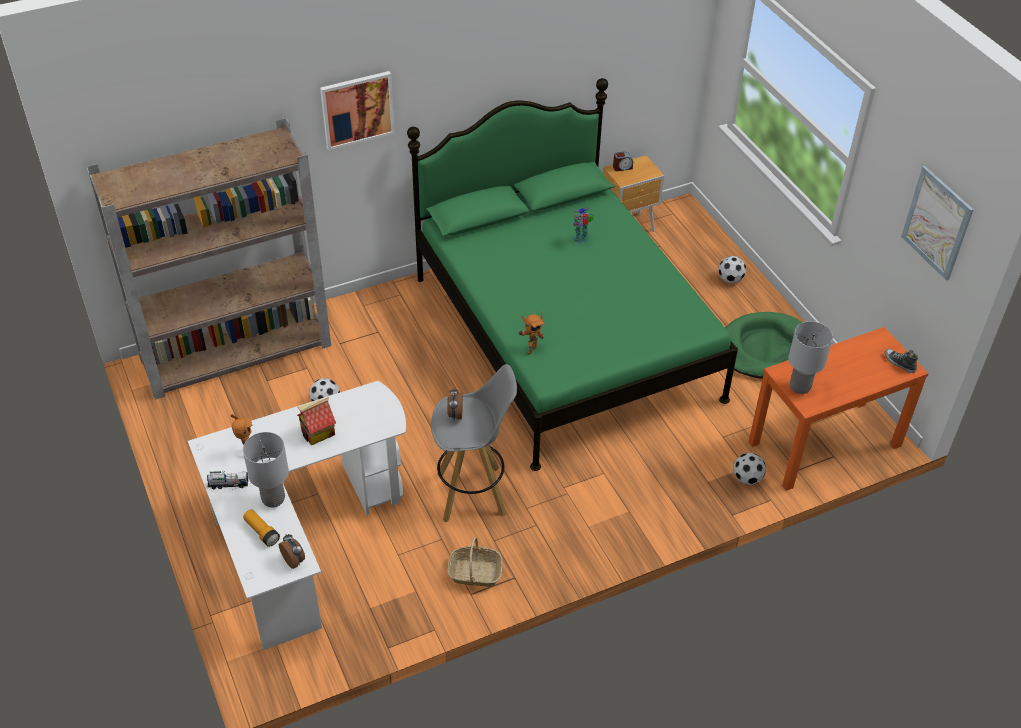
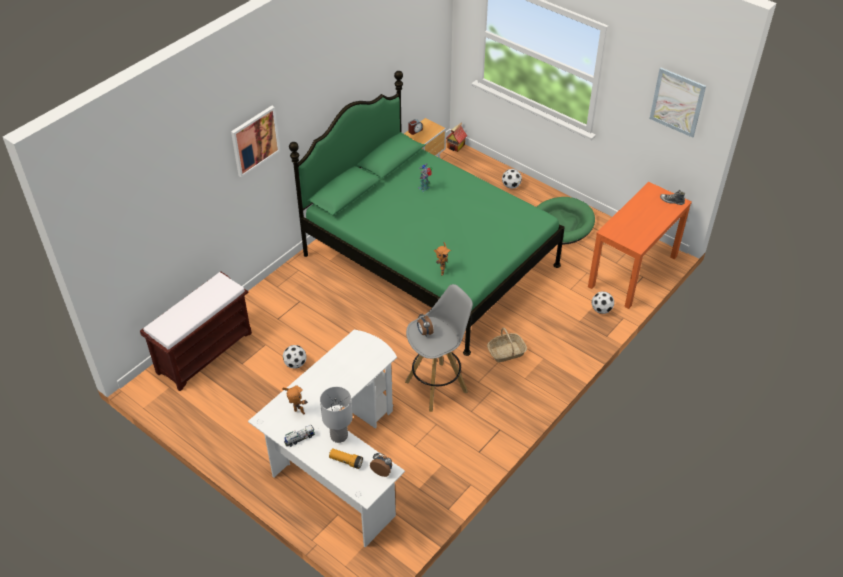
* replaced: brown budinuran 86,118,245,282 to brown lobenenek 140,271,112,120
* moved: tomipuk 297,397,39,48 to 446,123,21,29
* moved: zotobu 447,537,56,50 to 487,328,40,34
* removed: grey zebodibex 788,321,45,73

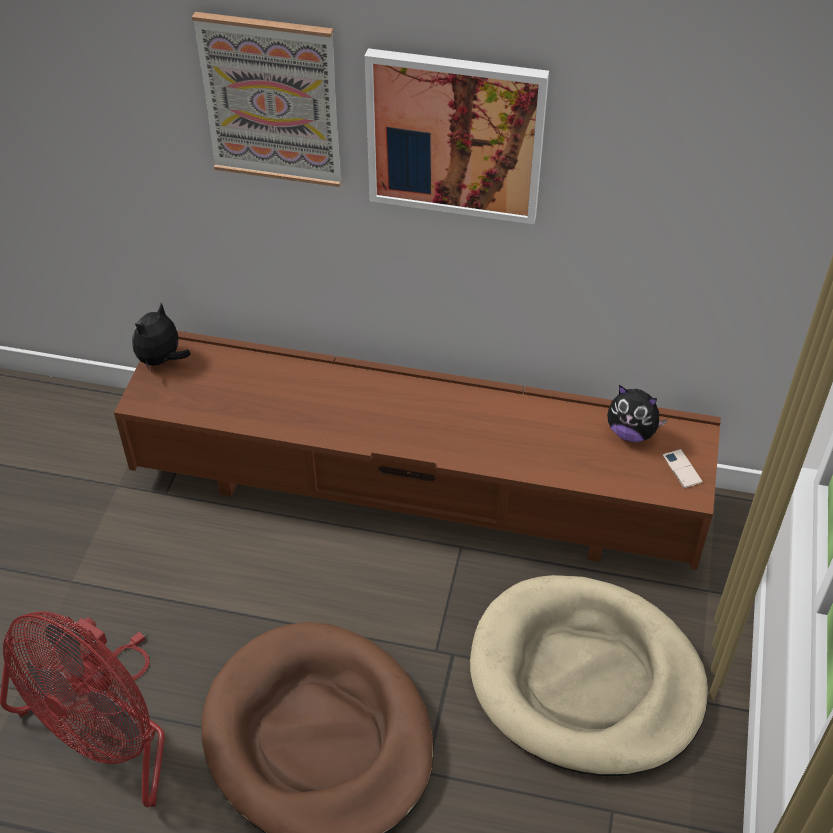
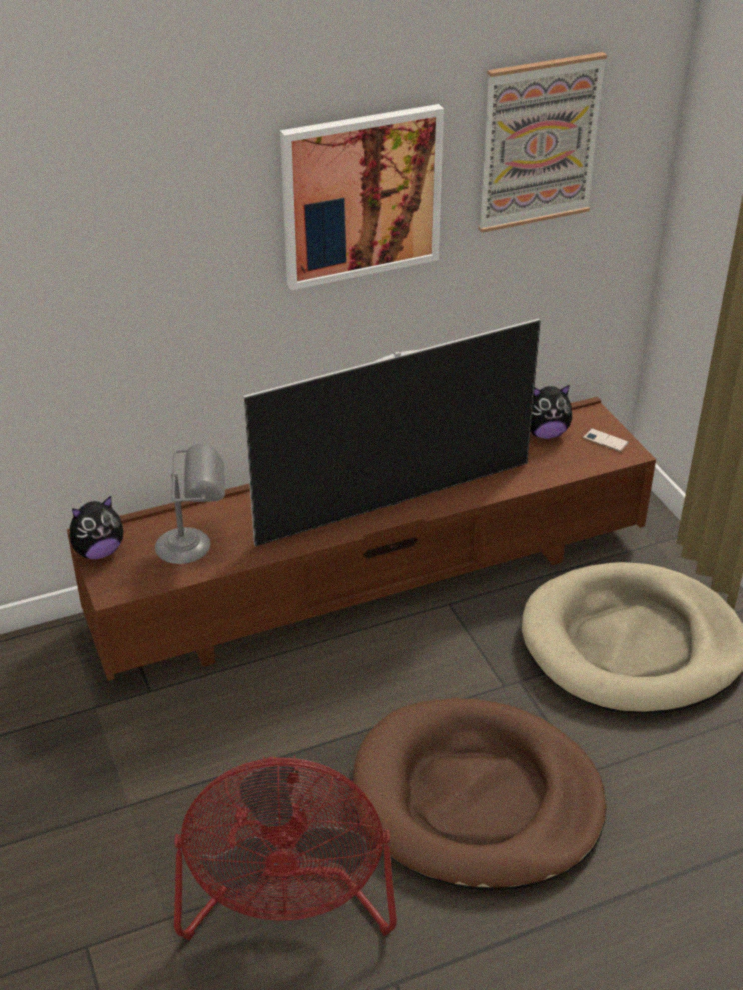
* turned: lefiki 132,303,59,67 = 70,496,53,63 120 degrees counterclockwise
* added: grey zebodibex 155,444,70,120
* added: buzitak 243,319,298,227
* moved: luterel 192,12,150,175 to 479,52,128,181

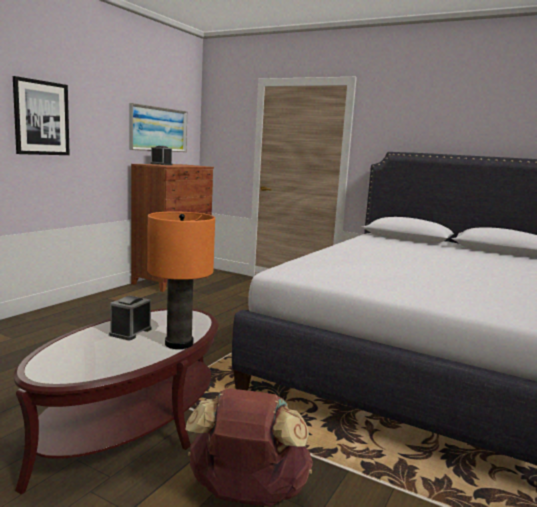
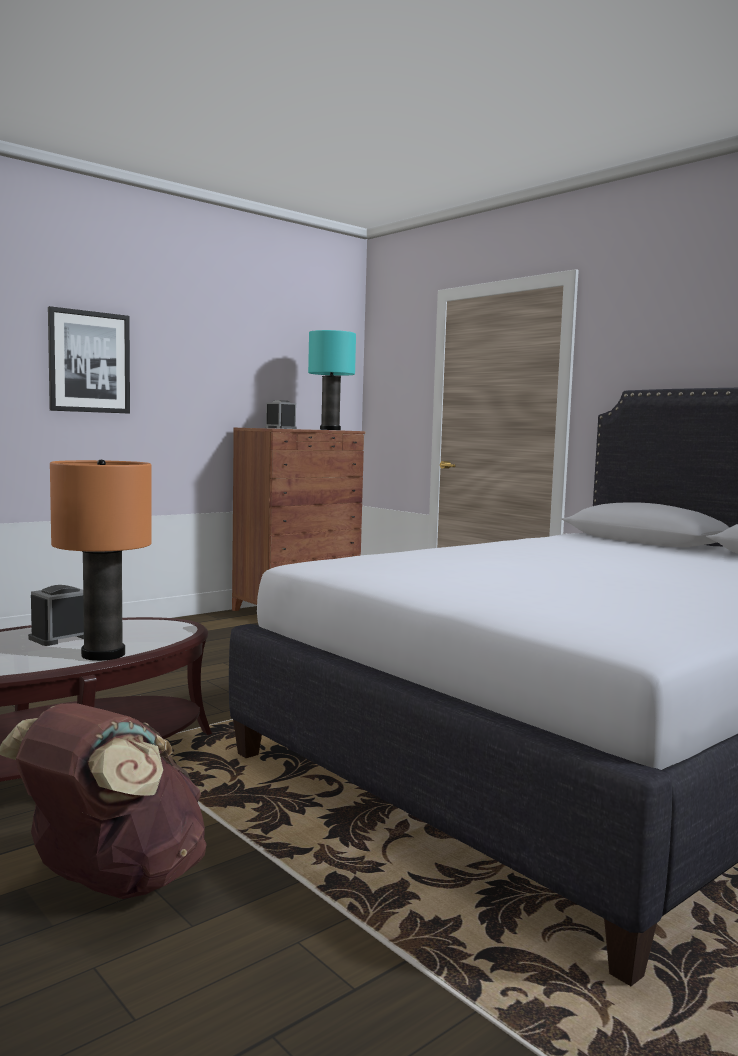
* added: turquoise zebodibex 308,330,48,100
* removed: luterel 129,103,58,49

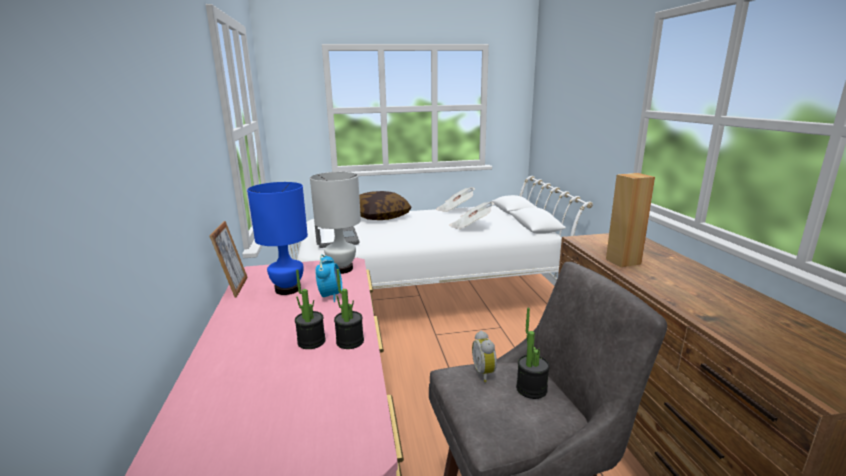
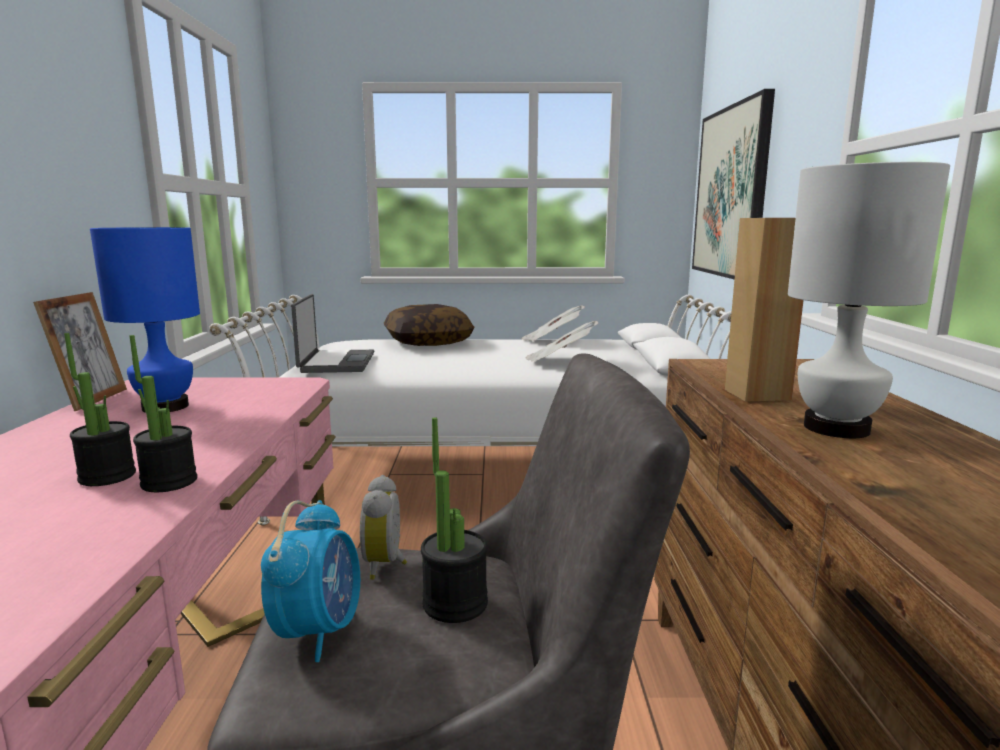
* moved: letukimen 316,254,26,48 to 261,500,99,162
* added: luterel 692,89,83,191
* moved: white zebodibex 310,172,51,102 to 788,162,162,276

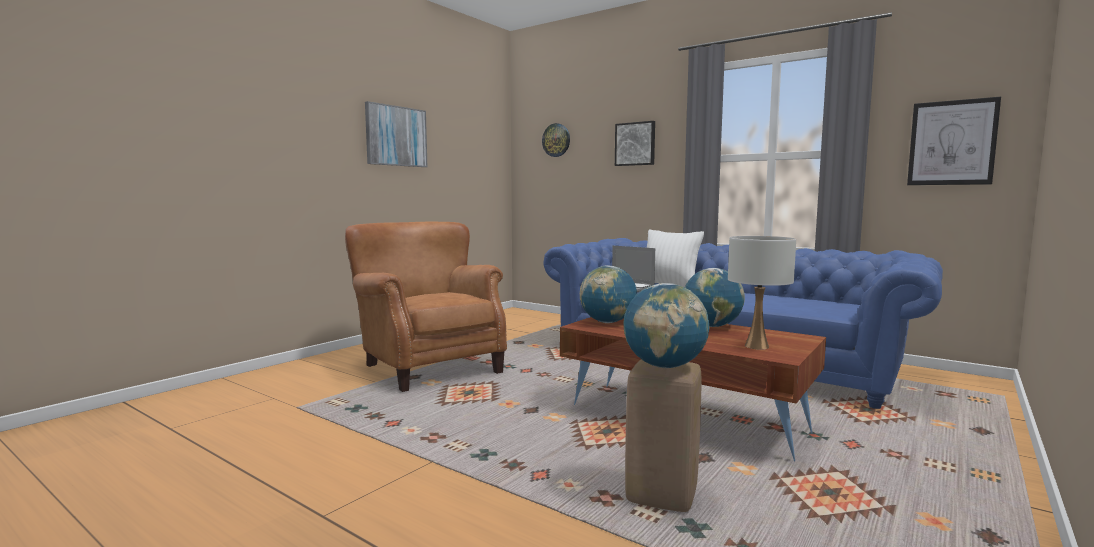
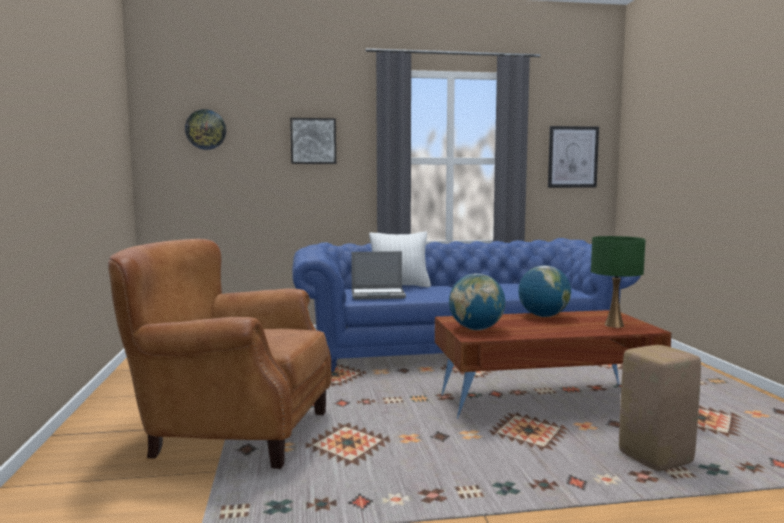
* recoloured: white zebodibex 728,236,68,114 to green zebodibex 591,236,55,92
* removed: luterel 365,101,62,66
* removed: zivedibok 623,283,86,85

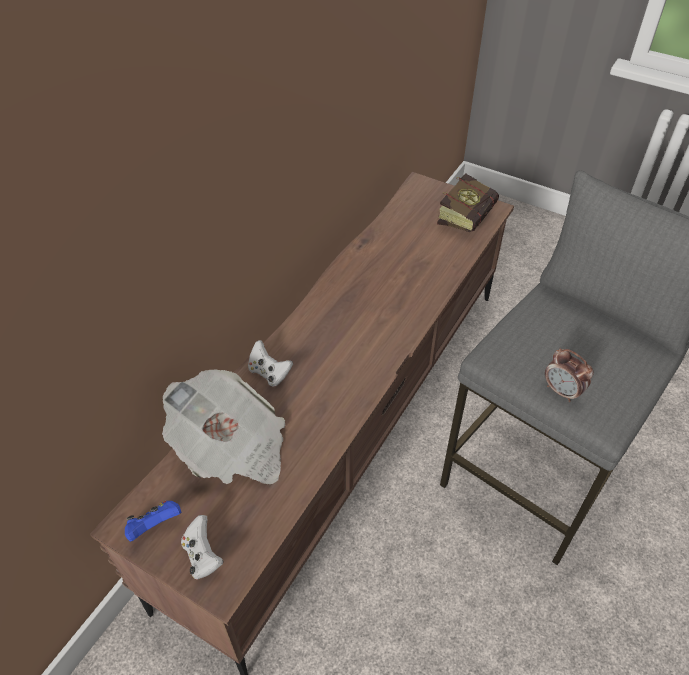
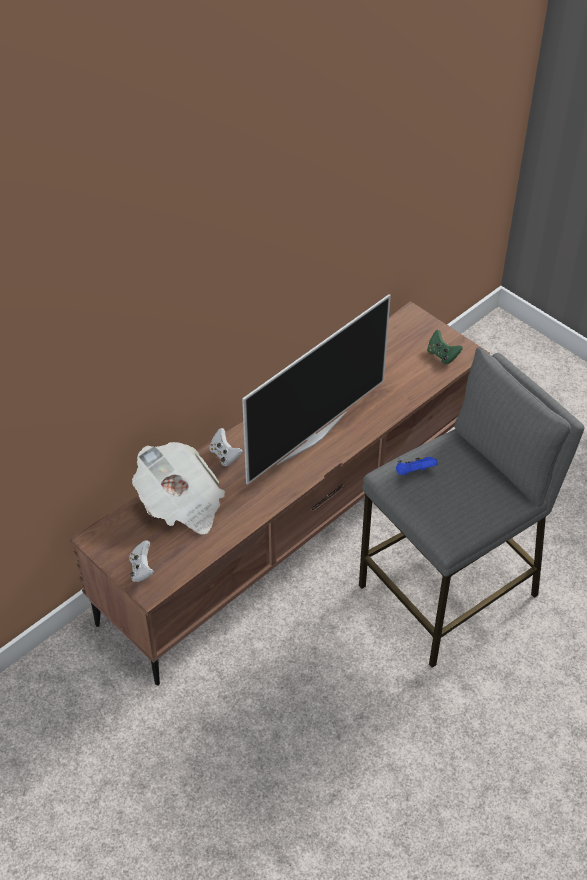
* added: buzitak 242,294,149,191
* moved: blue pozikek 125,501,56,41 to 396,457,41,18
* replaced: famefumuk 437,173,62,59 to green pozikek 427,330,36,34
* removed: letukimen 545,348,49,54

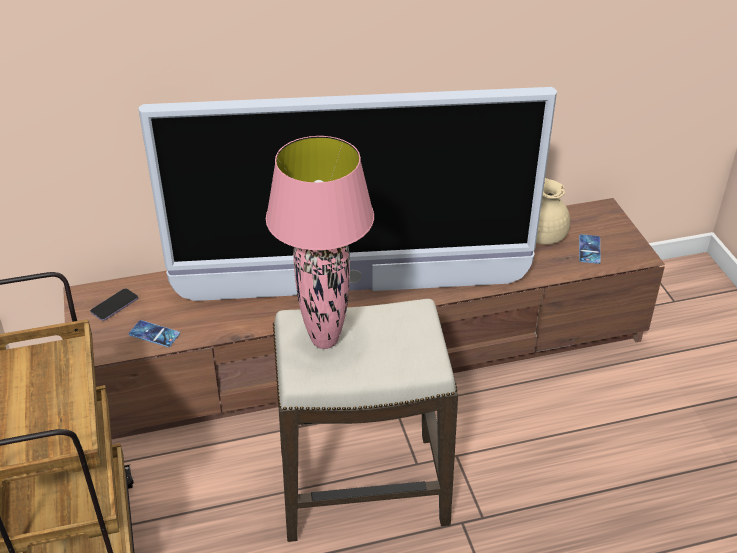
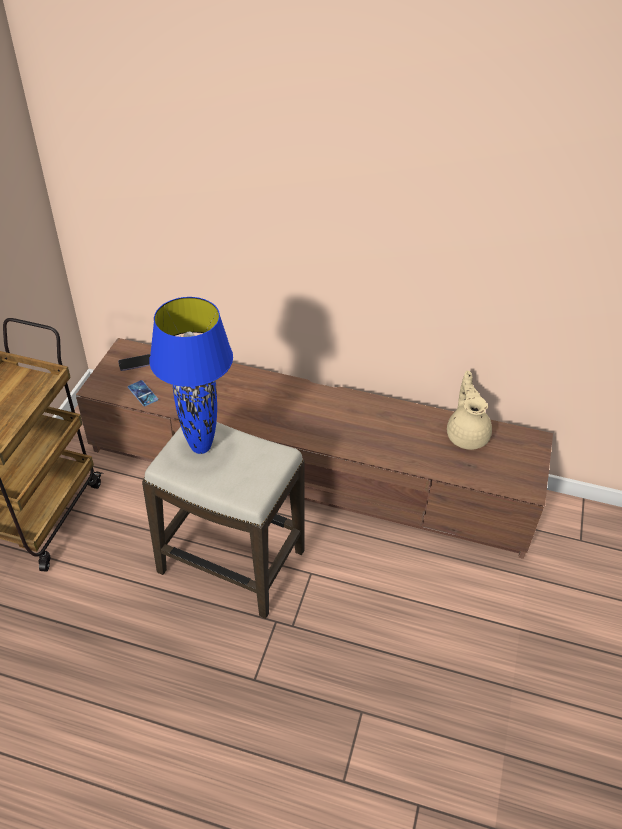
* recoloured: pink zebodibex 266,136,108,213 to blue zebodibex 149,297,84,157
* removed: buzitak 138,87,419,214
* removed: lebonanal 579,234,22,30

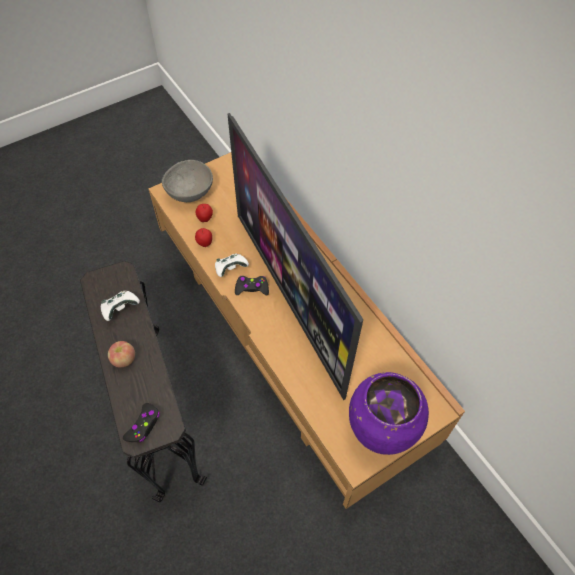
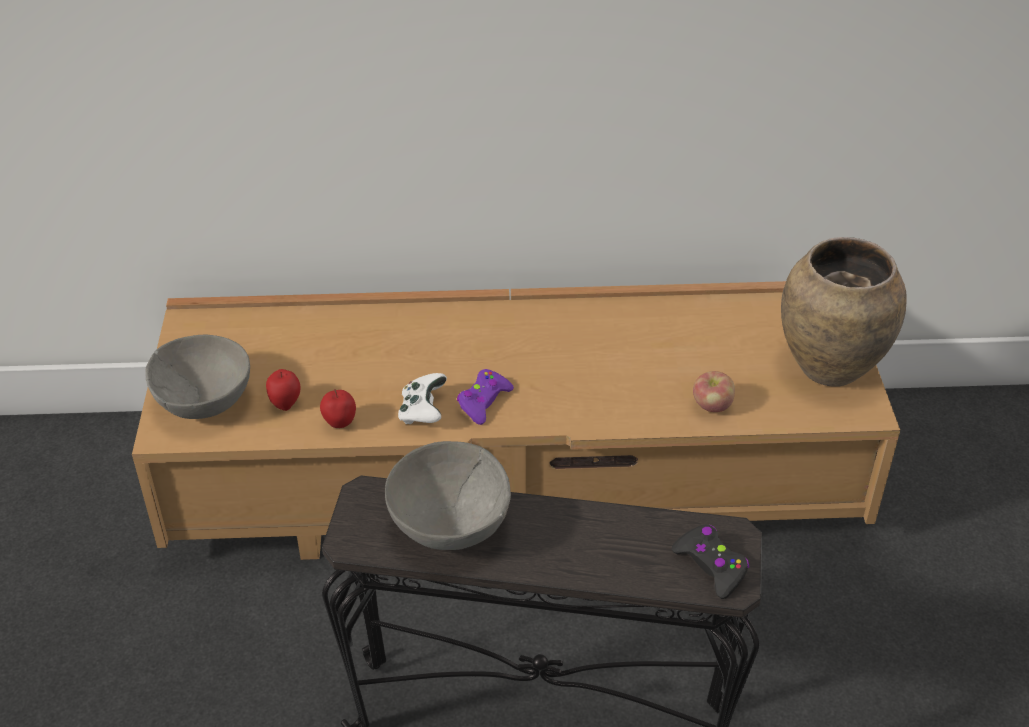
* replaced: white pozikek 101,291,39,30 to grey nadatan 385,441,126,109
* recoloured: black pozikek 235,276,34,19 to purple pozikek 457,369,57,56
* moved: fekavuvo 108,341,27,26 to 693,371,42,41
* recoloured: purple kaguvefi 349,372,80,83 to brown kaguvefi 781,237,126,149
* removed: buzitak 227,113,136,287

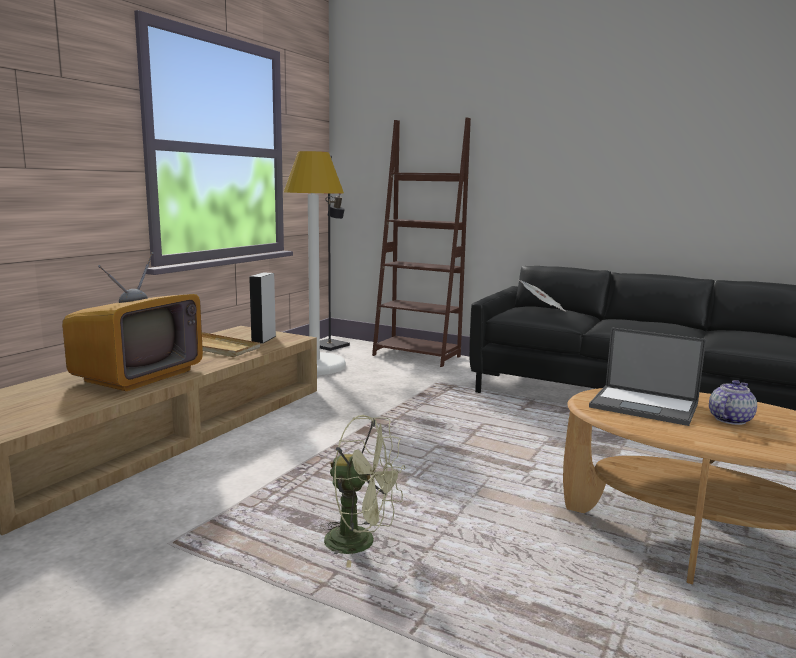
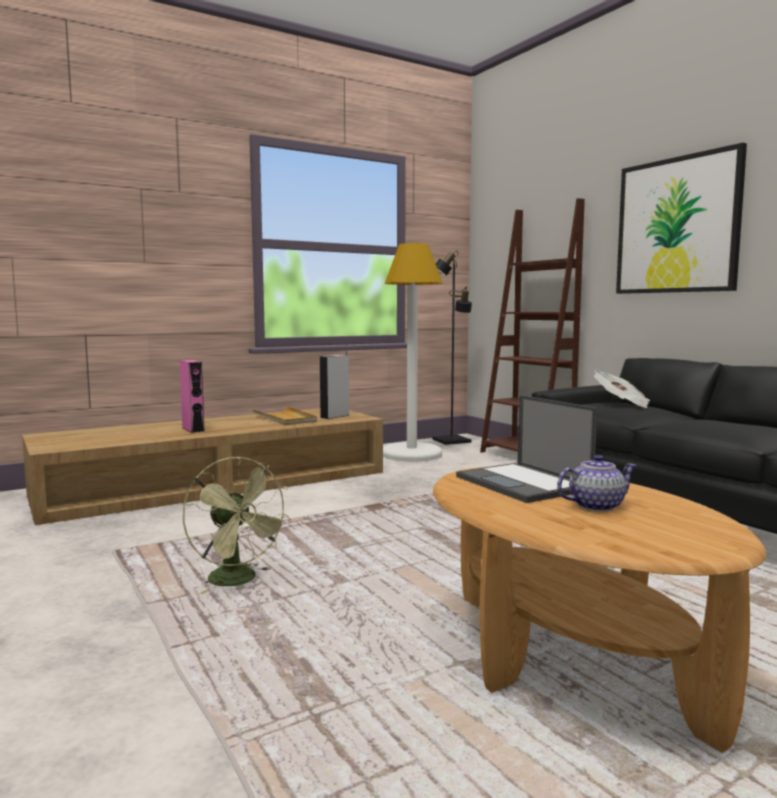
* replaced: buzitak 62,252,141,139 to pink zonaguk 180,360,25,73
* added: luterel 616,143,131,151

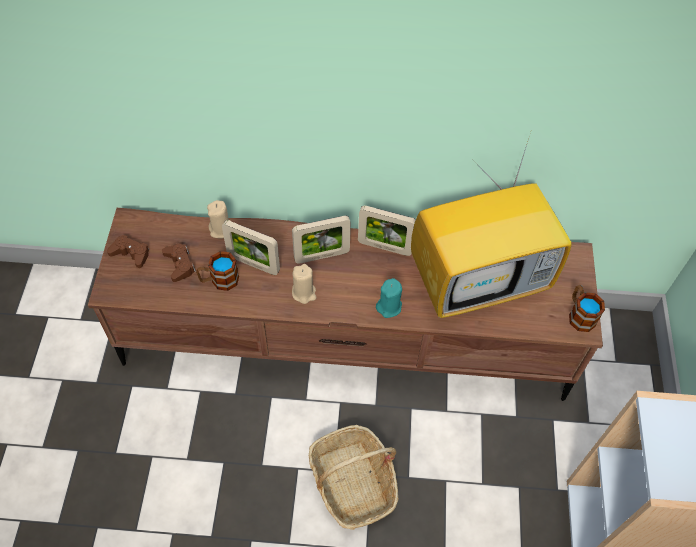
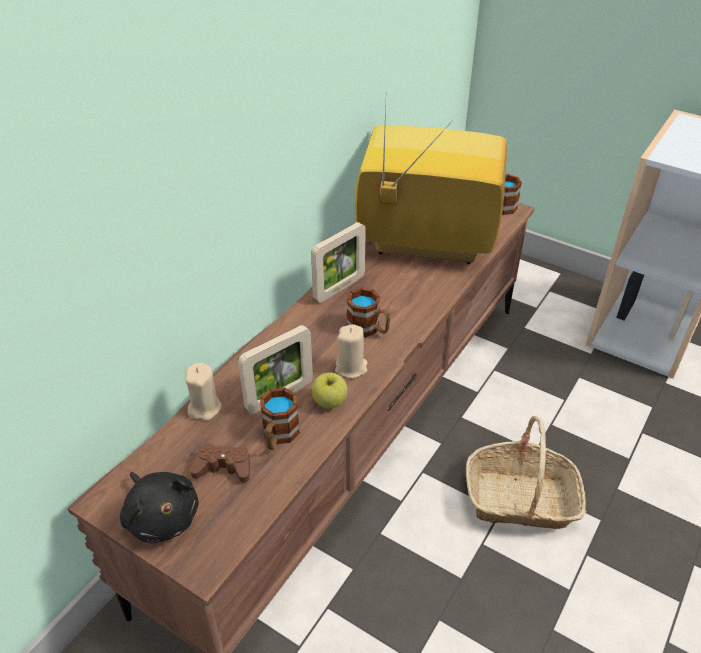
* replaced: brown pozikek 107,235,42,33 to black lefiki 120,472,79,72
* added: fekavuvo 312,373,36,36
* added: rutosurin 347,288,43,49
* turned: buzitak 411,129,161,189 = 355,106,152,158 90 degrees counterclockwise
* removed: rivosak 292,216,59,48
* removed: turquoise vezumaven 376,278,26,40

